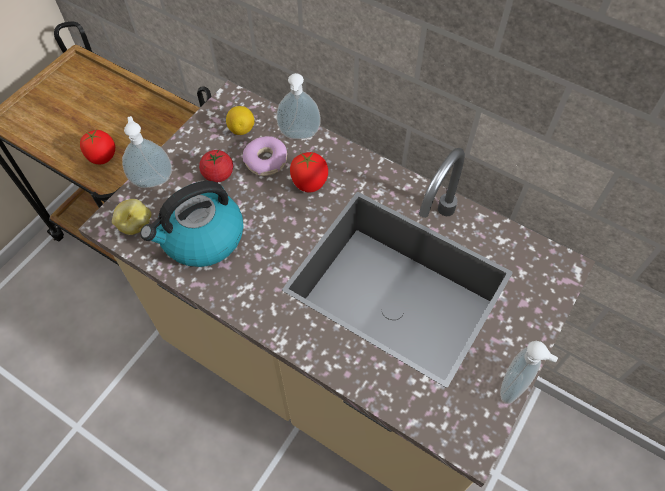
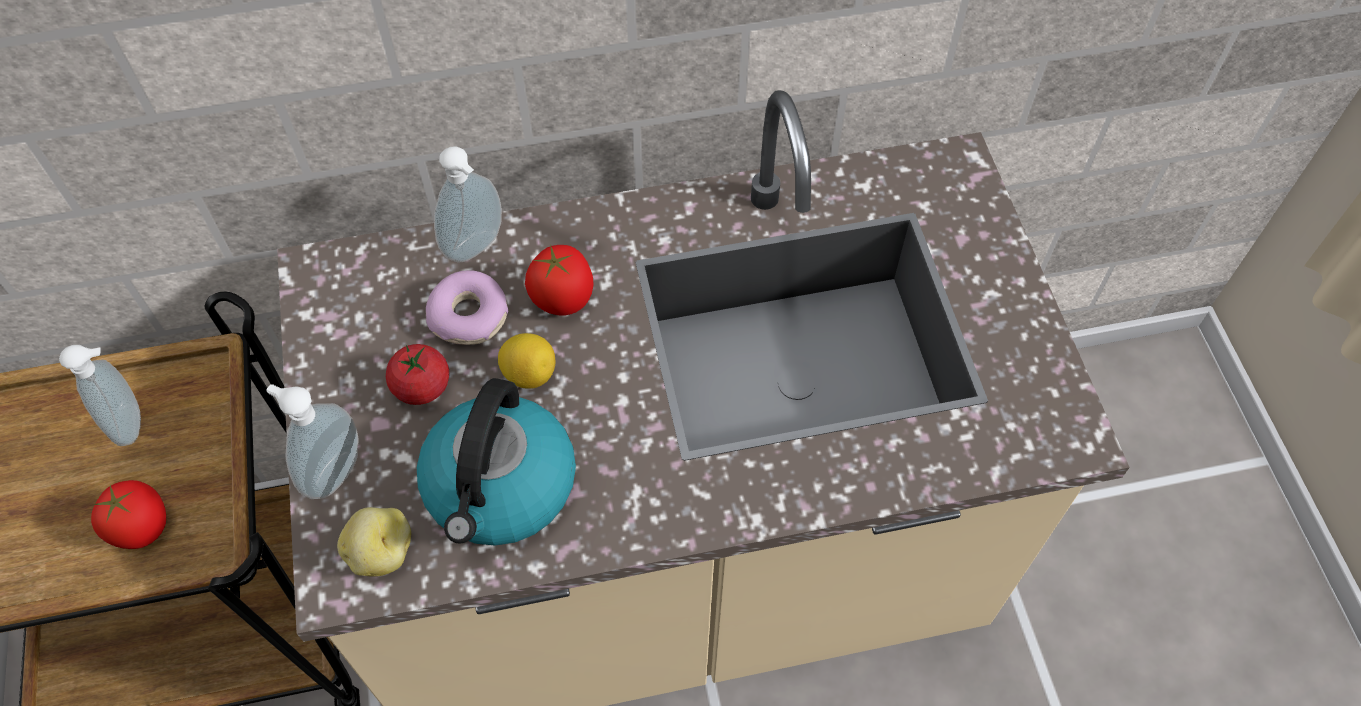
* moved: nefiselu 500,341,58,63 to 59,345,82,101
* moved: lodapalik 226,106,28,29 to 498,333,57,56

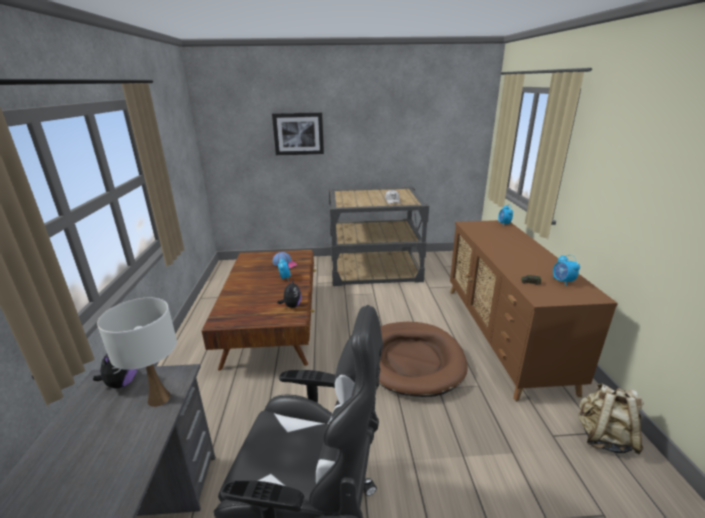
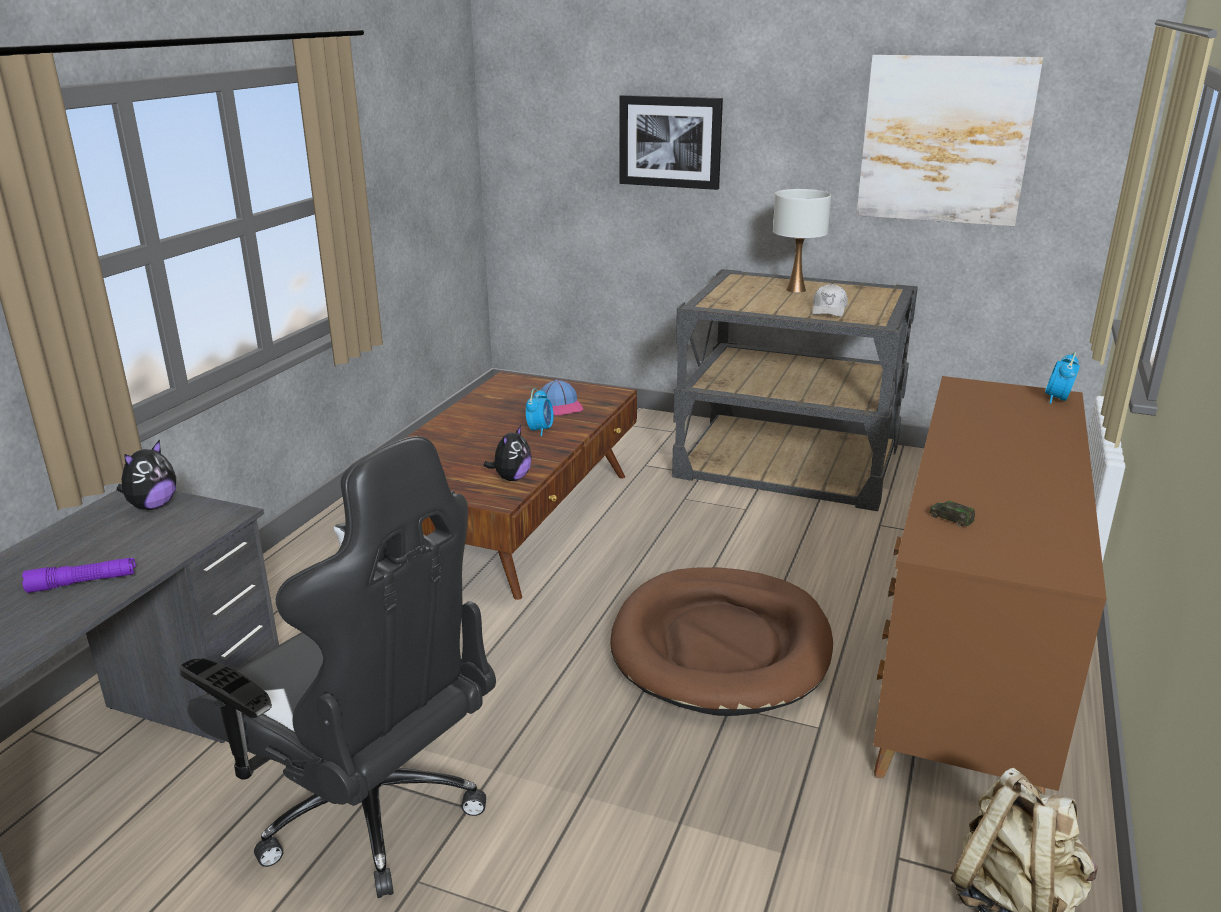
* added: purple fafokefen 22,558,114,35
* moved: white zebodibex 97,298,80,109 to 773,189,58,104
* added: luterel 856,55,187,171
* removed: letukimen 553,255,27,31

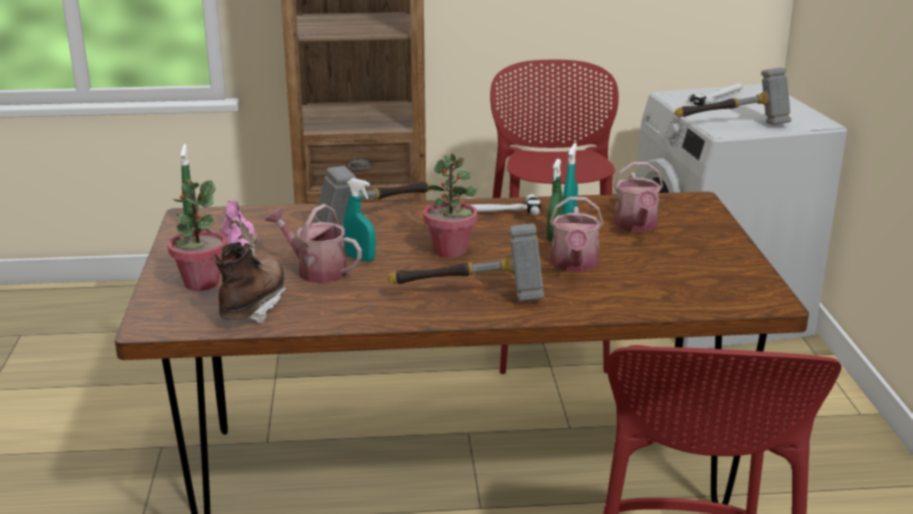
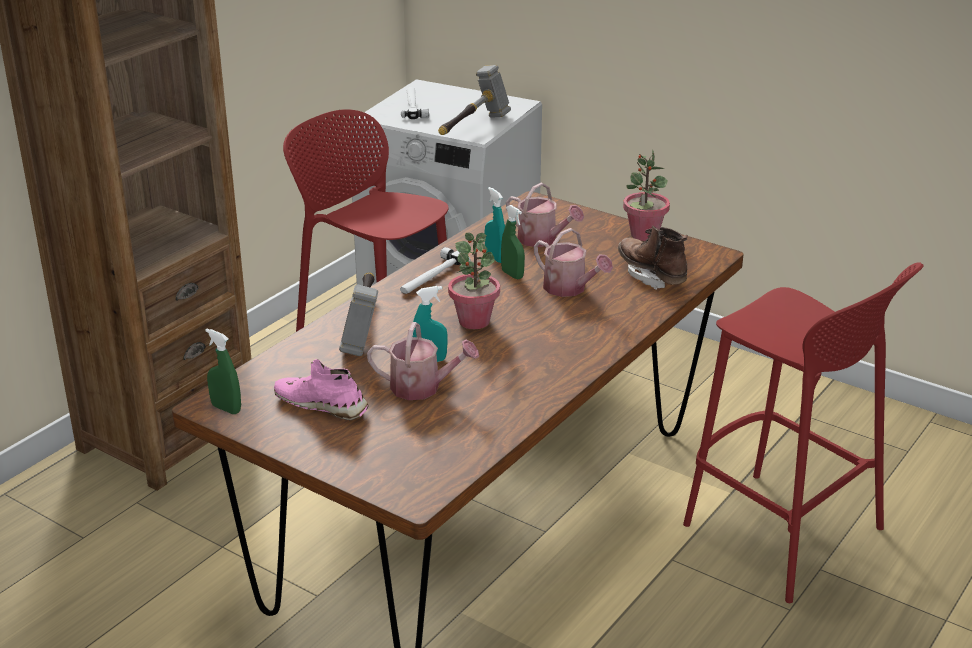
* turned: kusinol 265,204,97,79 = 367,322,112,78 150 degrees counterclockwise
* moved: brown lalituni 213,242,74,81 to 618,226,70,63
* moved: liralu 168,179,59,112 to 623,149,47,92
* removed: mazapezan 387,223,157,78

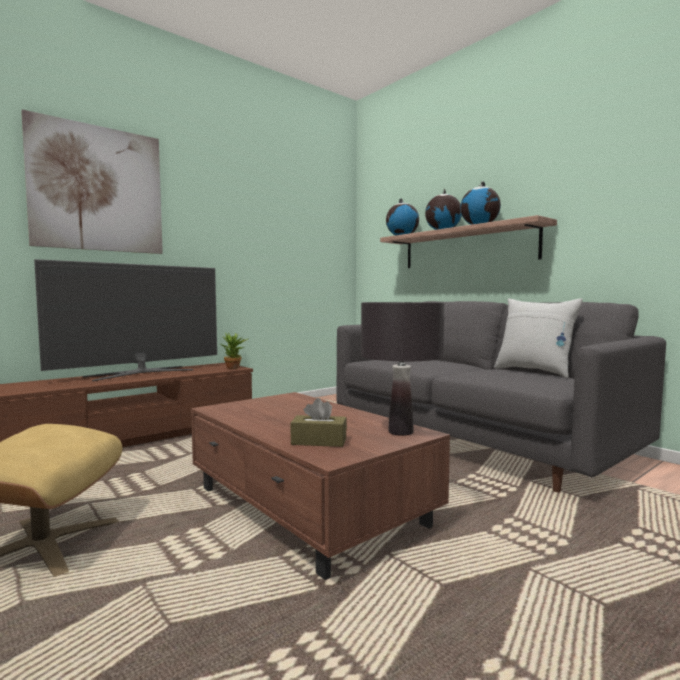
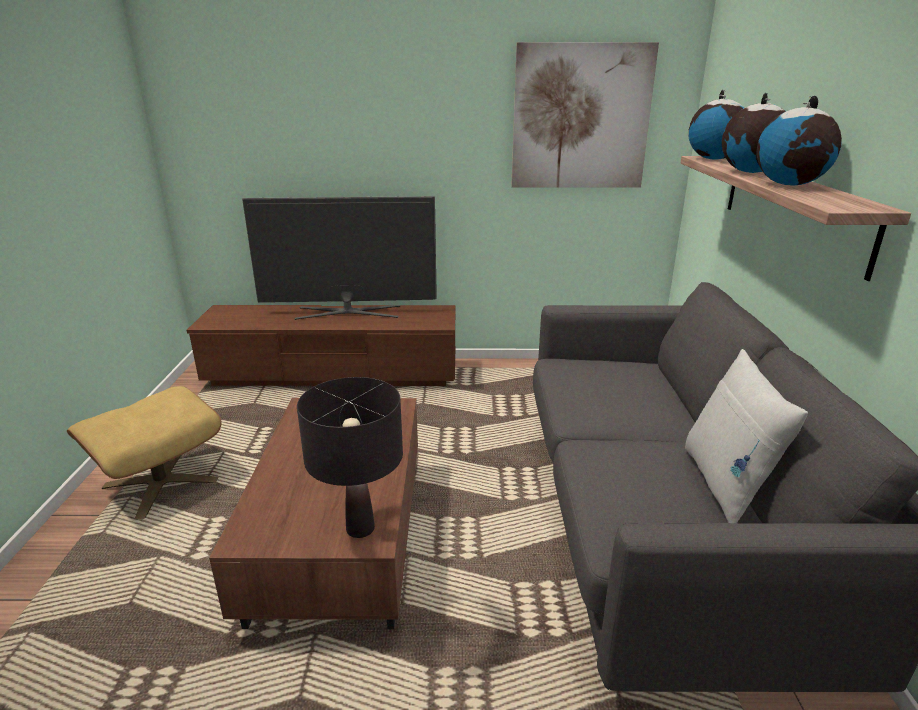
* moved: luterel 21,109,142,145 to 511,42,148,146
* removed: liralu 221,333,27,36
* removed: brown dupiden 290,398,57,49

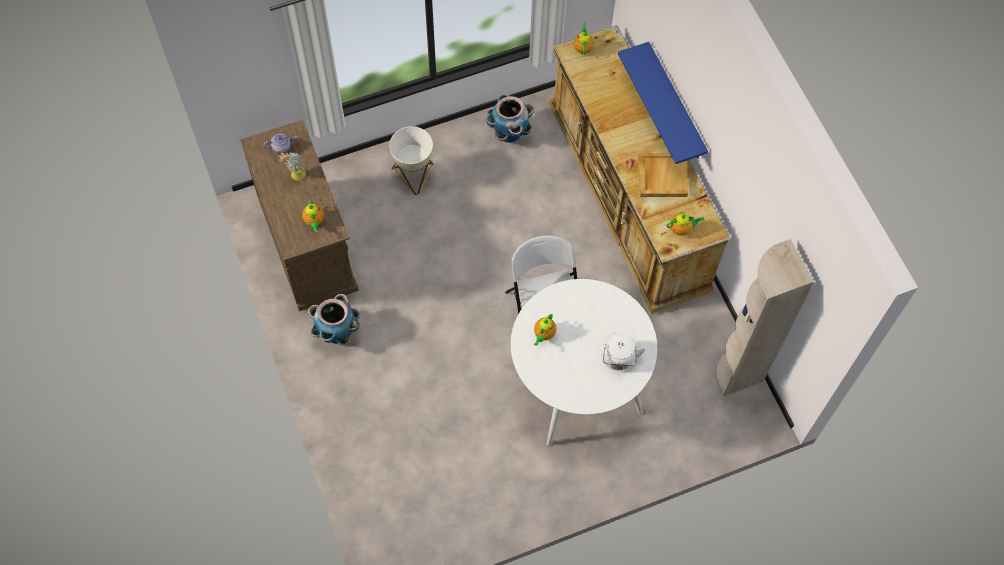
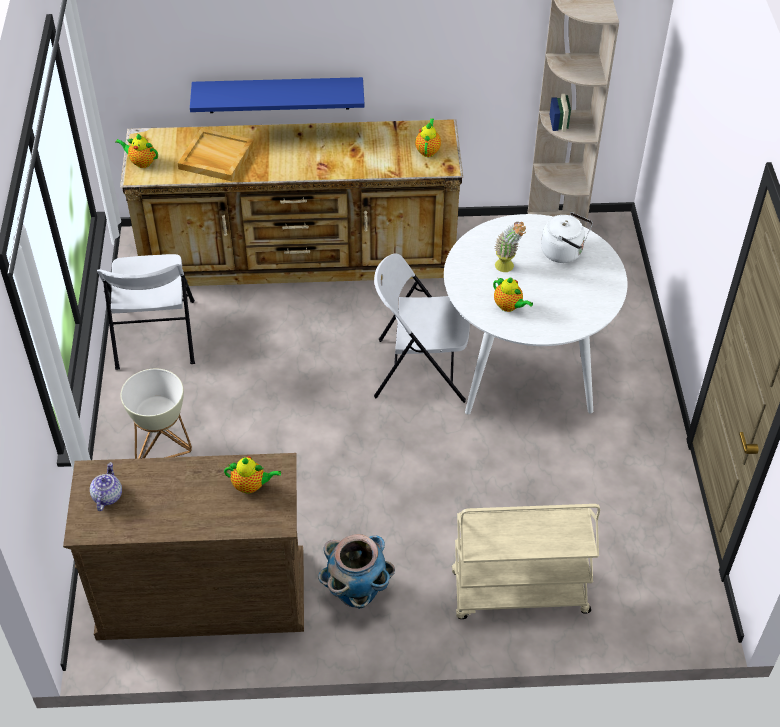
* replaced: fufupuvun 486,94,48,49 to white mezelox 97,254,98,116
* moved: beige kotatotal 638,153,50,44 to 178,128,76,53
* added: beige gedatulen 452,504,148,115
* moved: liralu 278,152,28,29 to 495,222,31,50

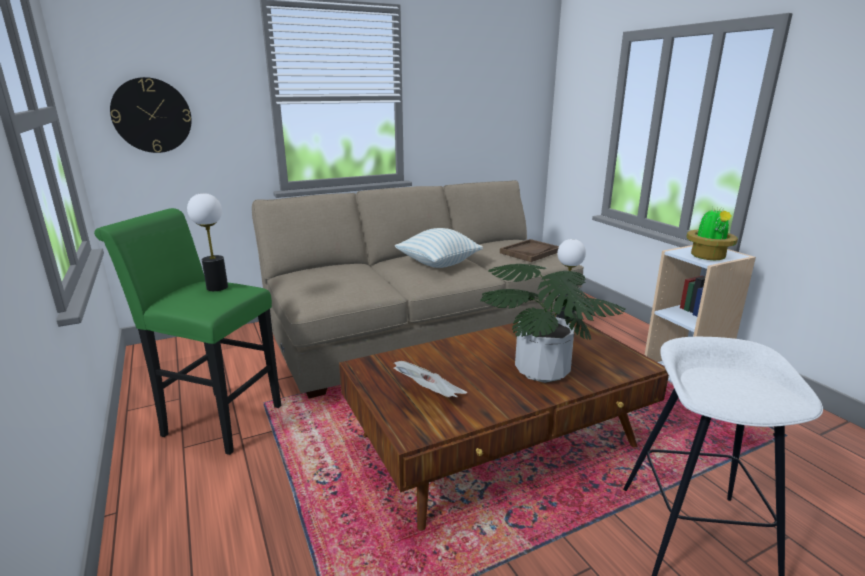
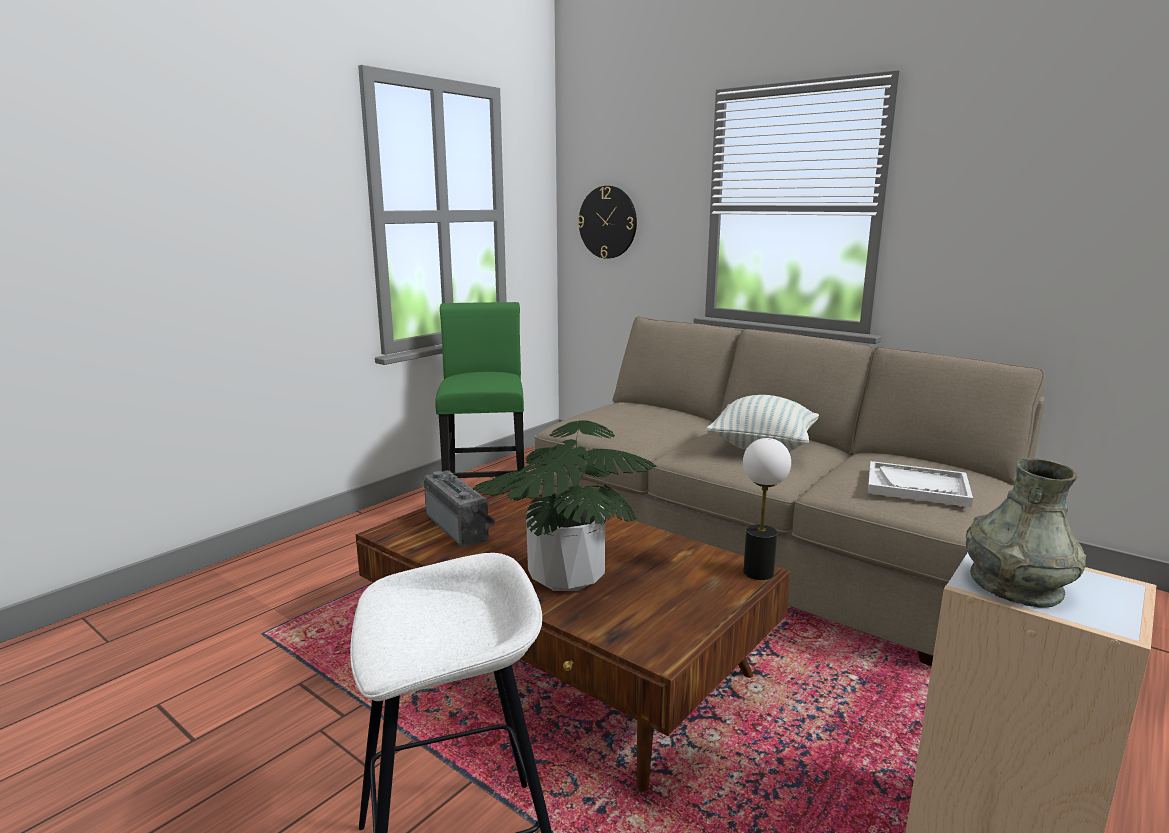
* replaced: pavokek 394,361,74,37 to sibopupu 424,470,72,77
* recoloured: brown kotatotal 500,239,59,23 to white kotatotal 868,461,105,46
* replaced: liralu 686,206,52,54 to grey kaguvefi 966,458,120,150
* removed: zebodibex 187,193,41,98

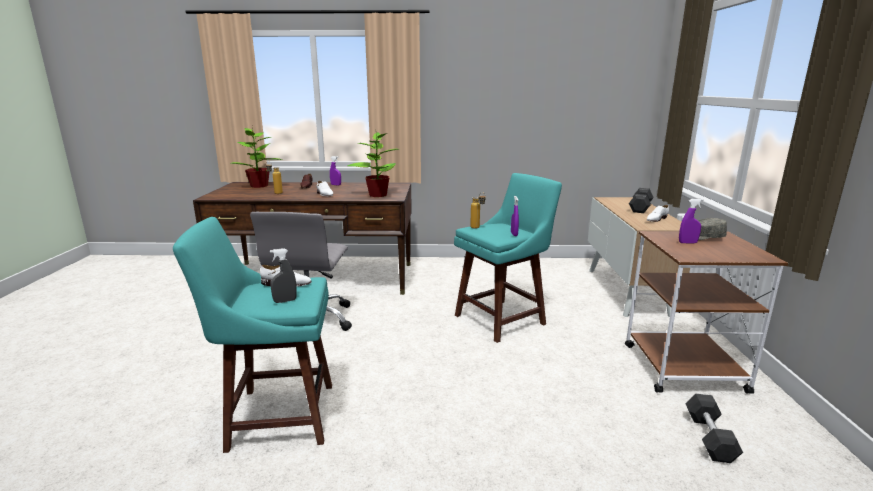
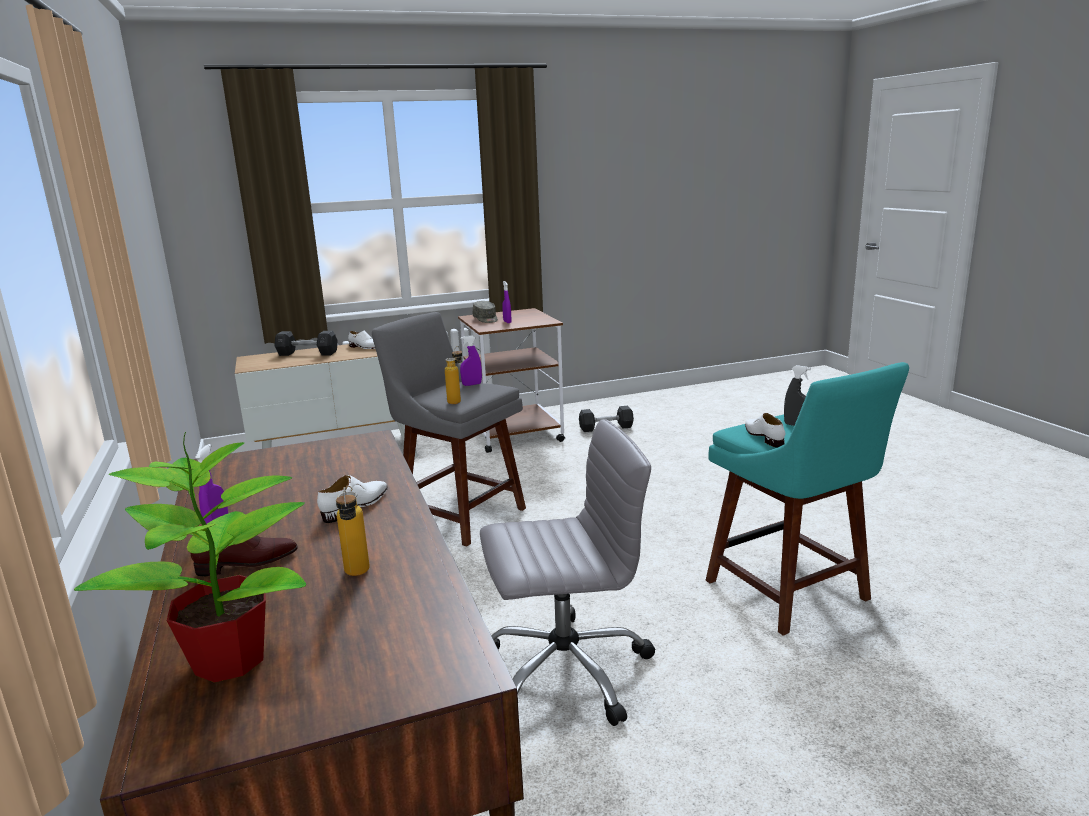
* recoloured: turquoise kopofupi 454,173,108,170 to grey kopofupi 372,312,154,235
* removed: liralu 347,132,51,65

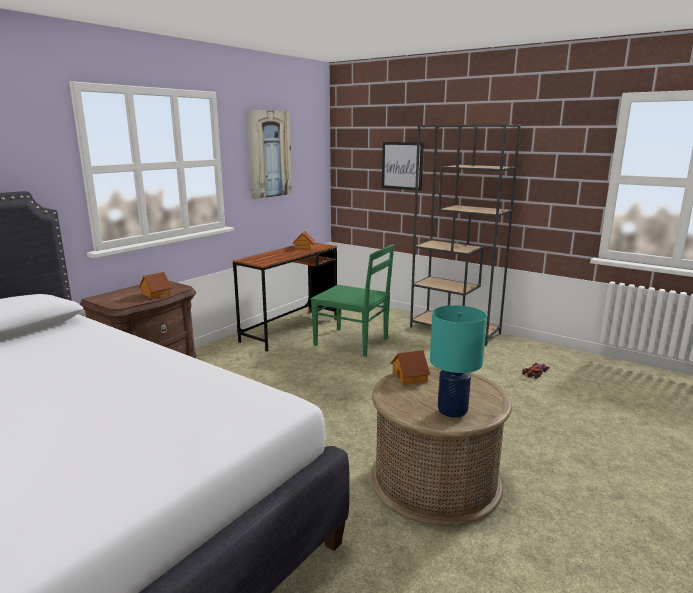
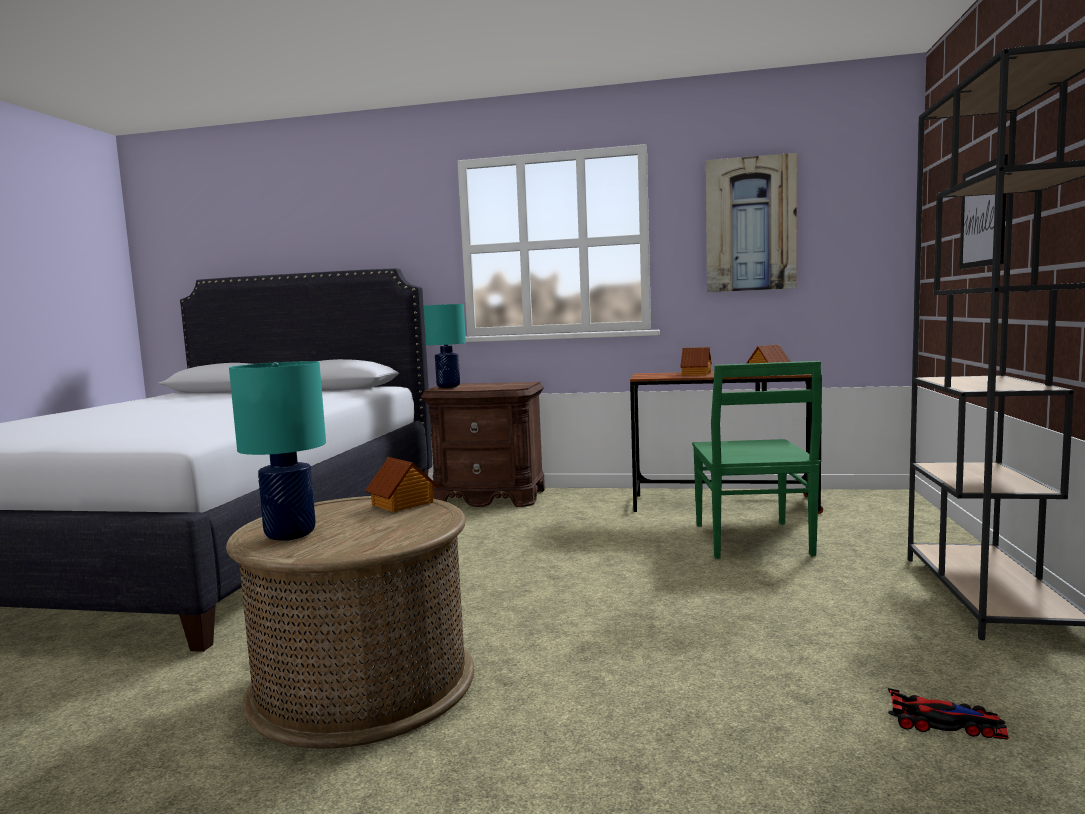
* added: turquoise zebodibex 424,304,42,84
* moved: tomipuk 139,272,33,27 to 680,347,32,29

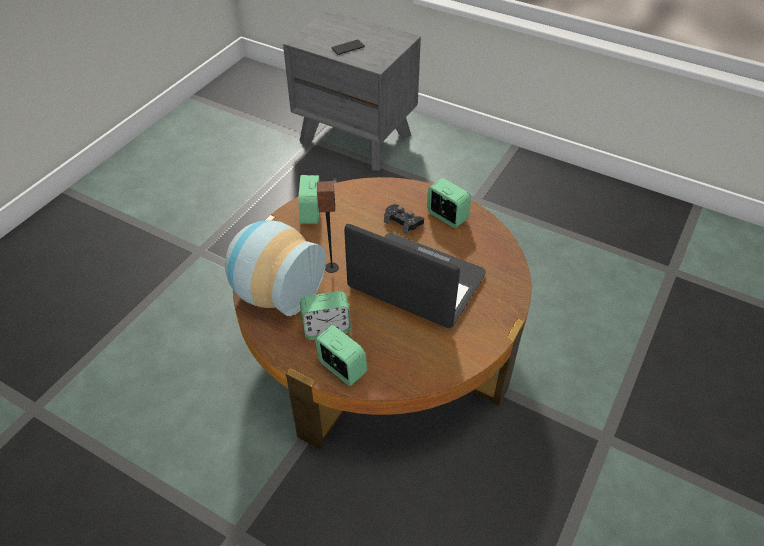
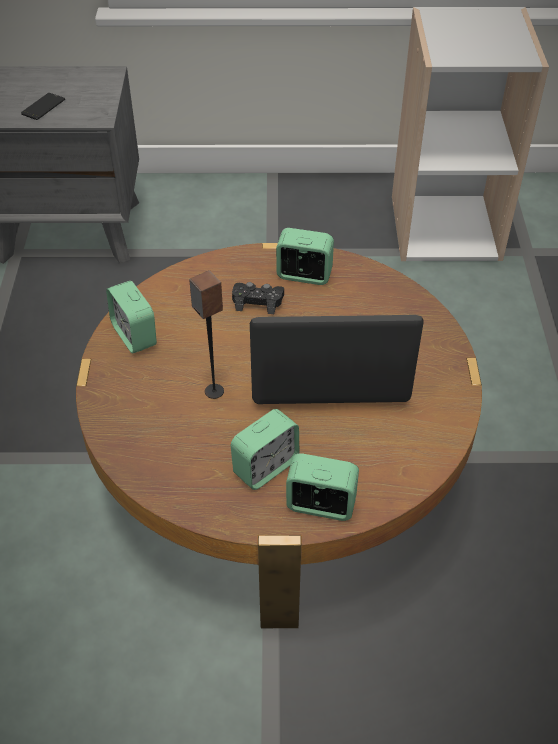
* added: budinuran 392,7,157,254
* removed: kaguvefi 225,220,101,96

